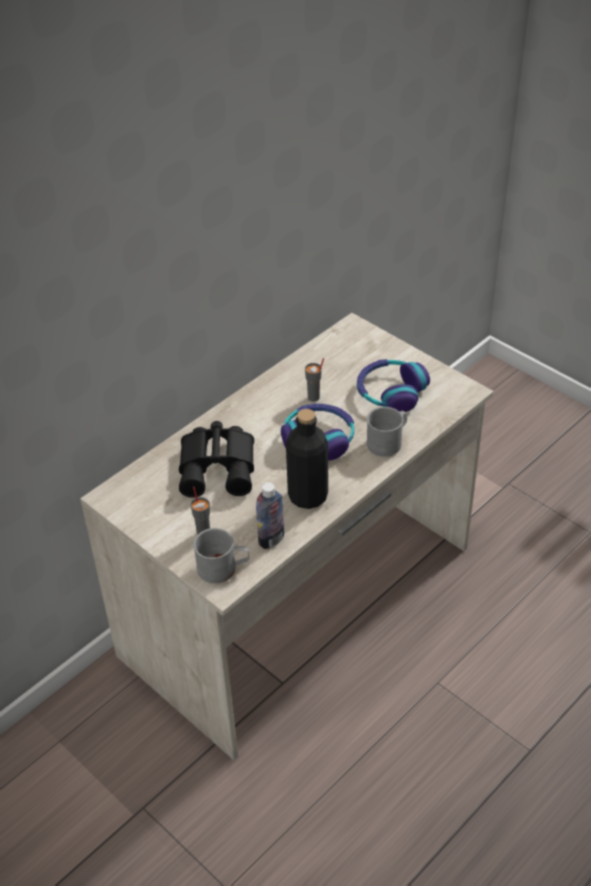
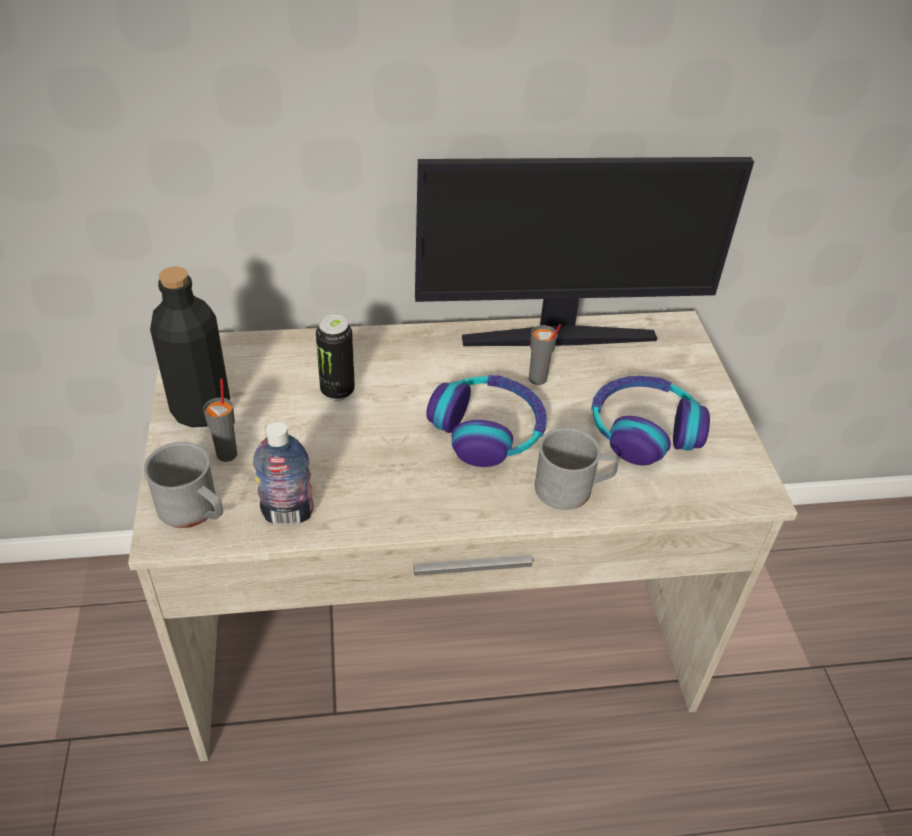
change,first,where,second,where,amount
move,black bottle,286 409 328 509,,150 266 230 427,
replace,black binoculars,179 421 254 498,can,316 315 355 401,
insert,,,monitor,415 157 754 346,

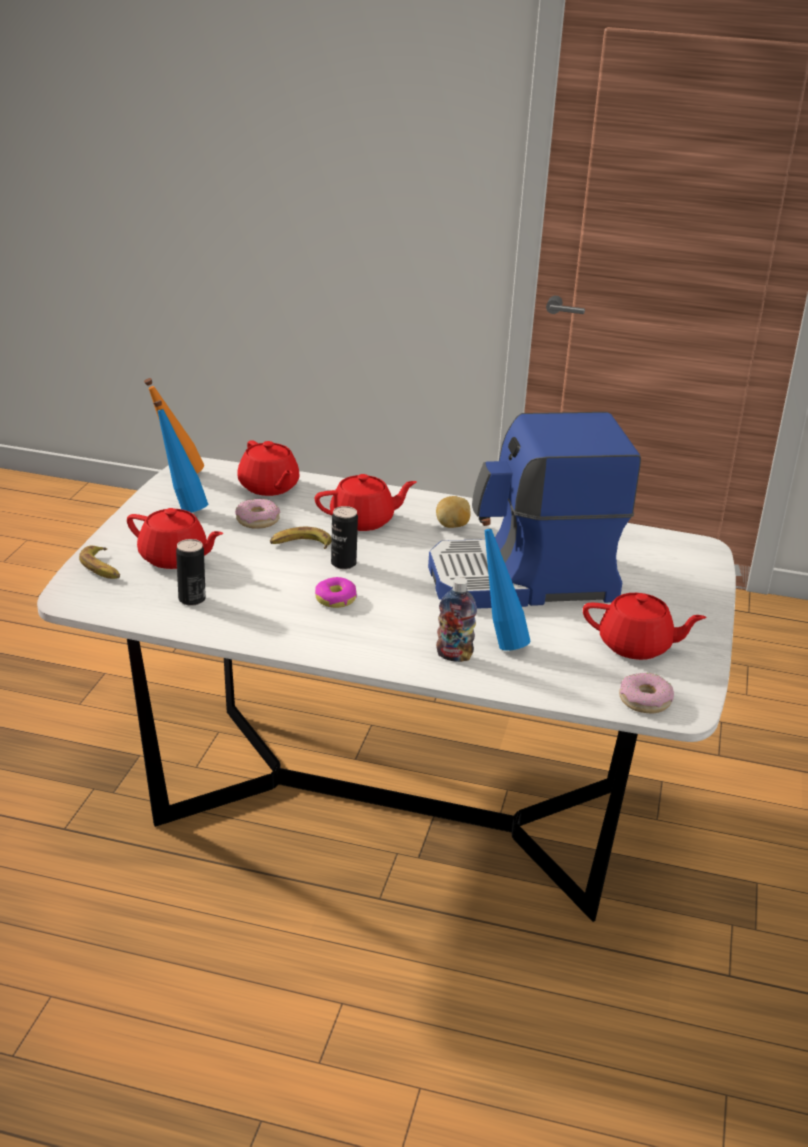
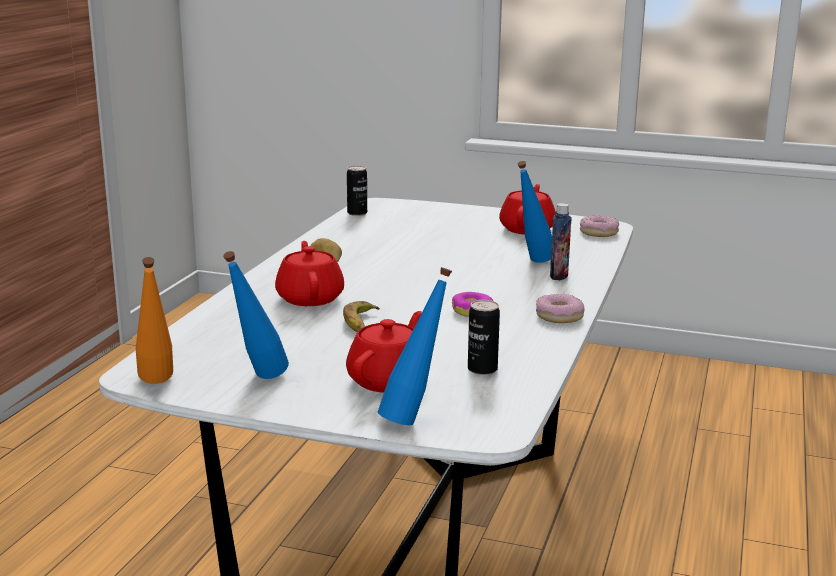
change,first,where,second,where,amount
move,can,331 506 358 569,,347 166 367 216,
replace,banana,79 546 120 579,blue bottle,378 267 452 425,
move,donut,235 499 280 529,,536 294 585 323,
delete,red teapot,237 440 300 496,,,
delete,coffee machine,428 412 641 609,,,

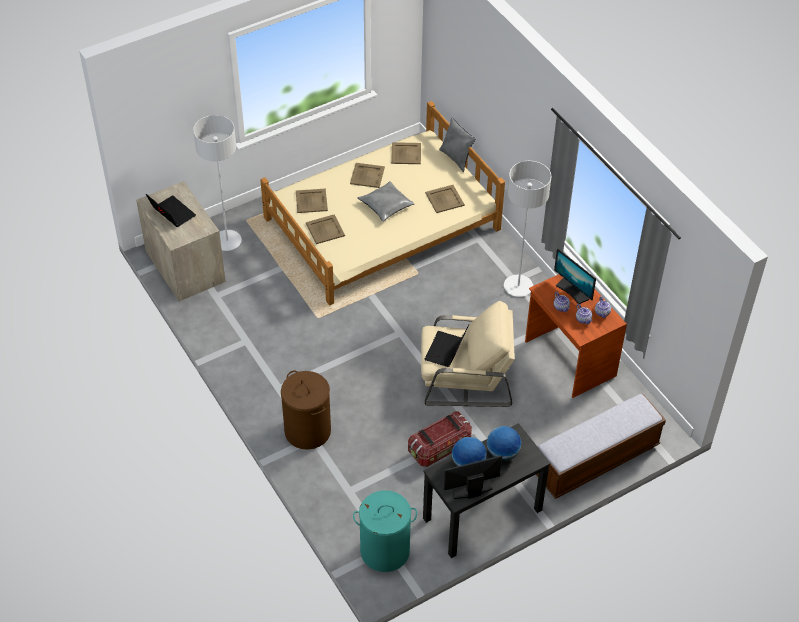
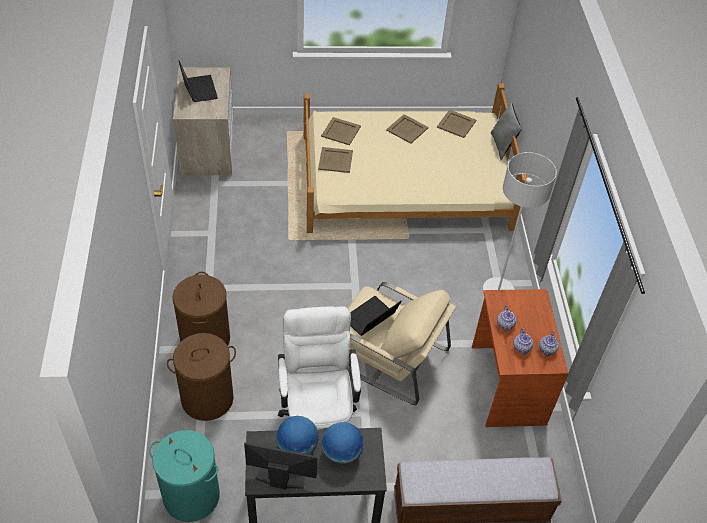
change,first,where,second,where,amount
insert,,,brown laundry basket,167 333 236 421,
replace,storage box,408 411 472 467,white office chair,278 306 361 429,
delete,grey floor lamp,193 115 242 251,,,
delete,grey pillow,358 181 415 222,,,
delete,beige tray,425 185 465 213,,,
delete,monitor,554 248 596 304,,,

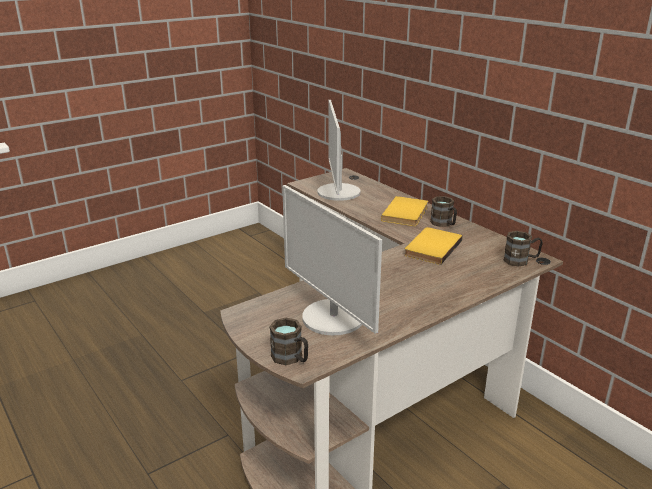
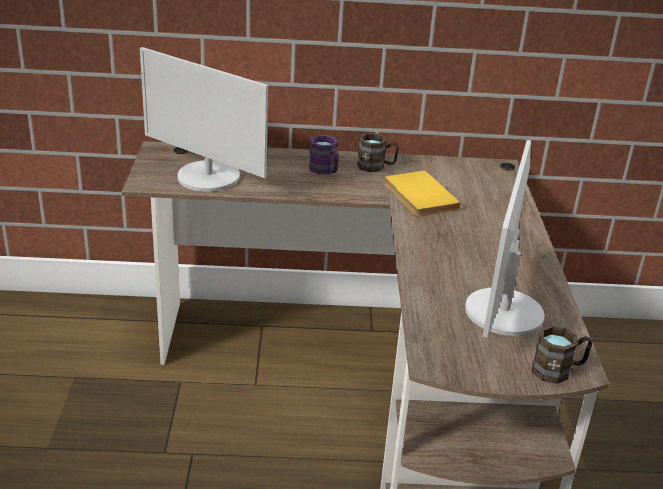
change,first,where,second,where,amount
replace,yellow book,381 196 428 226,purple mug,309 135 339 174,
rotate,monitor,282 185 382 335,,465 140 544 338,105 degrees clockwise
delete,brown mug,503 231 543 267,,,

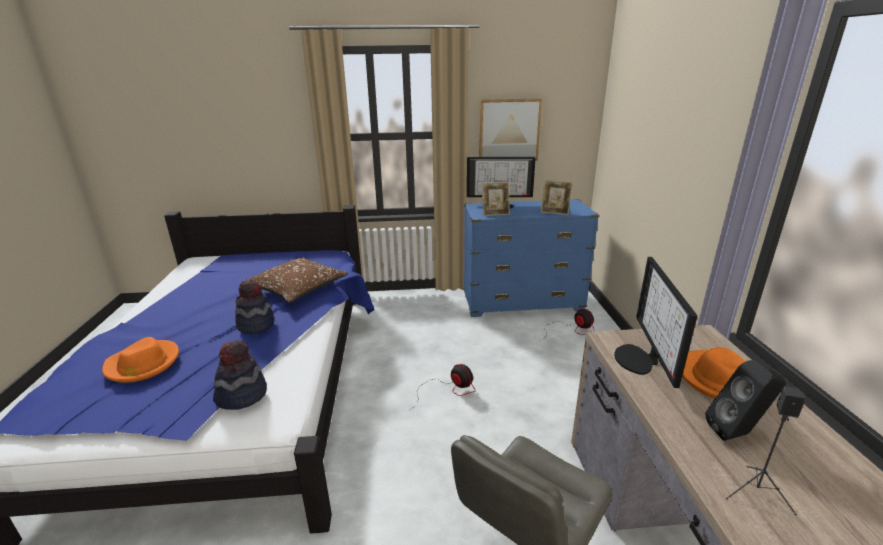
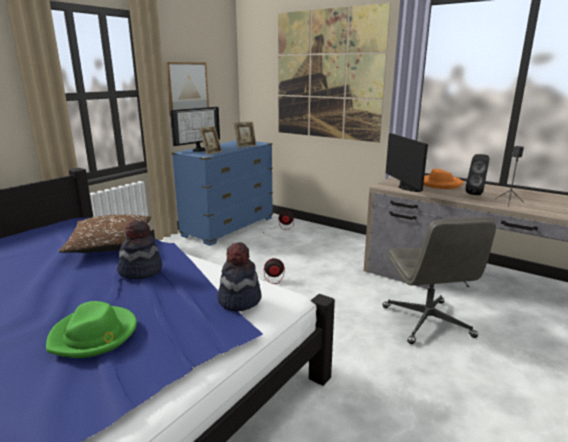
change,first,where,second,where,amount
recolor,orange hat,102 337 179 383,green hat,46 301 137 358,
insert,,,picture,278 3 391 143,
rotate,monitor,614 257 697 388,,386 133 428 192,150 degrees counterclockwise

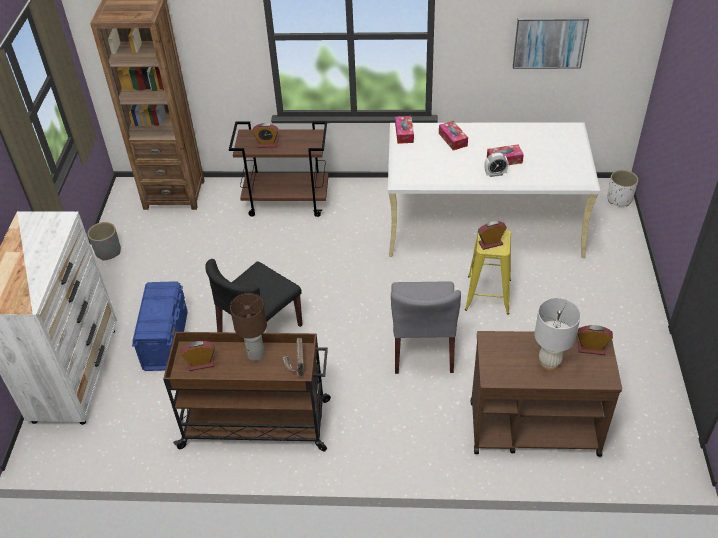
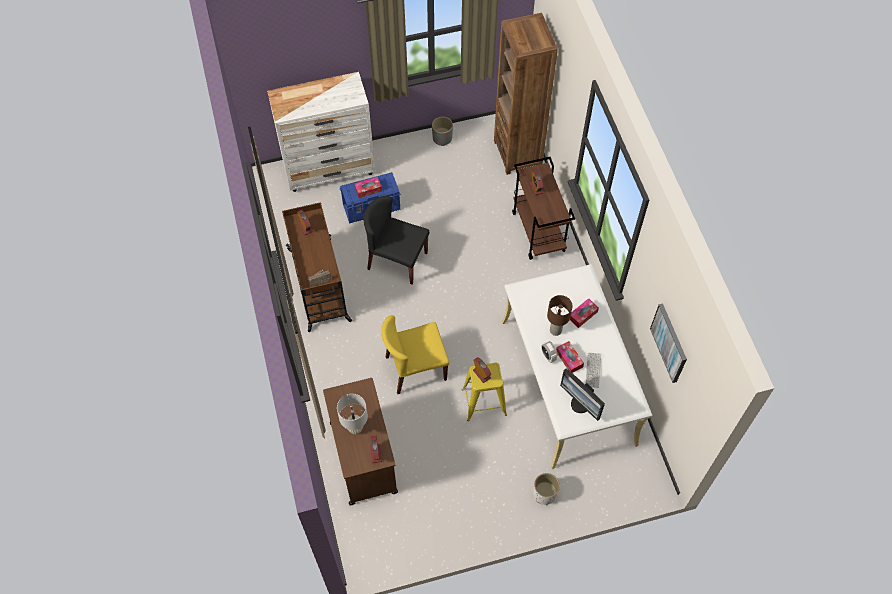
change,first,where,second,where,amount
move,tissue box,395 116 414 144,,354 177 382 198,
recolor,grey chair,391 282 461 374,yellow chair,381 315 449 394,
move,white planter,607 170 638 207,,533 473 560 505,
move,brown table lamp,230 293 267 361,,547 295 572 336,
insert,,,monitor,560 369 605 421,
insert,,,keyboard,586 353 601 388,

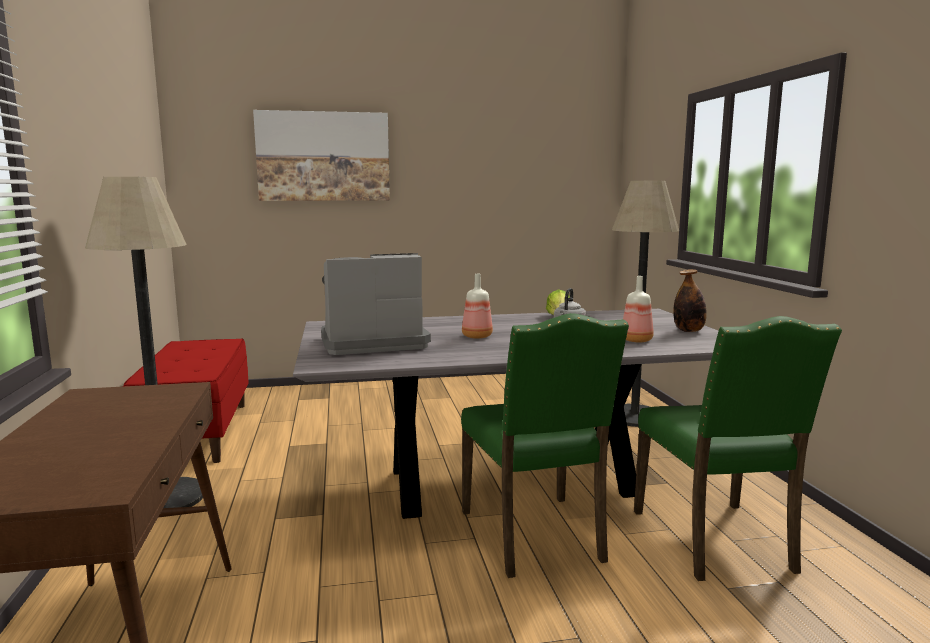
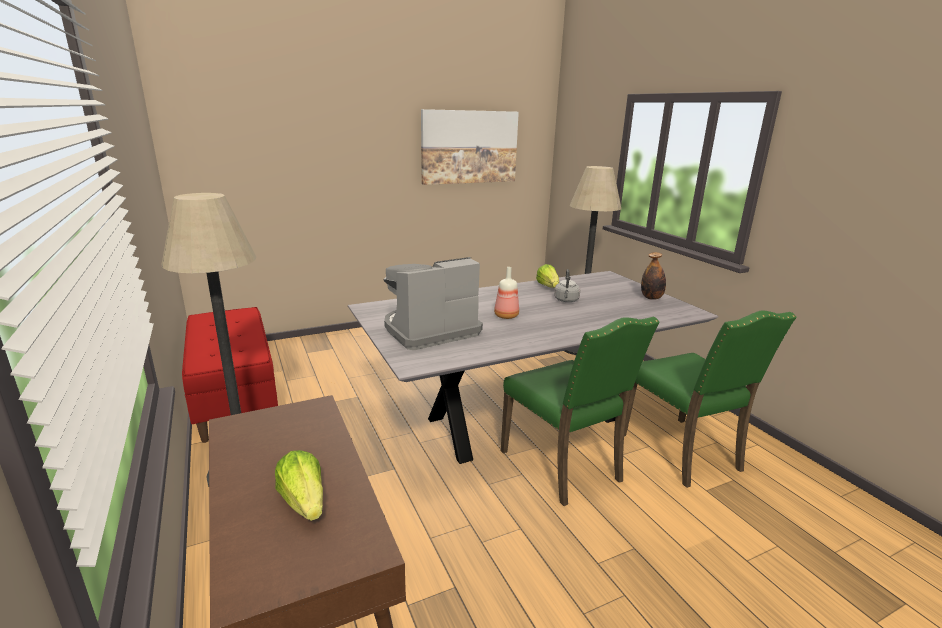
change,first,where,second,where,amount
insert,,,lettuce,275 450 323 521,
move,picture,253 110 390 201,,421 109 519 185,
delete,bottle,623 276 654 342,,,

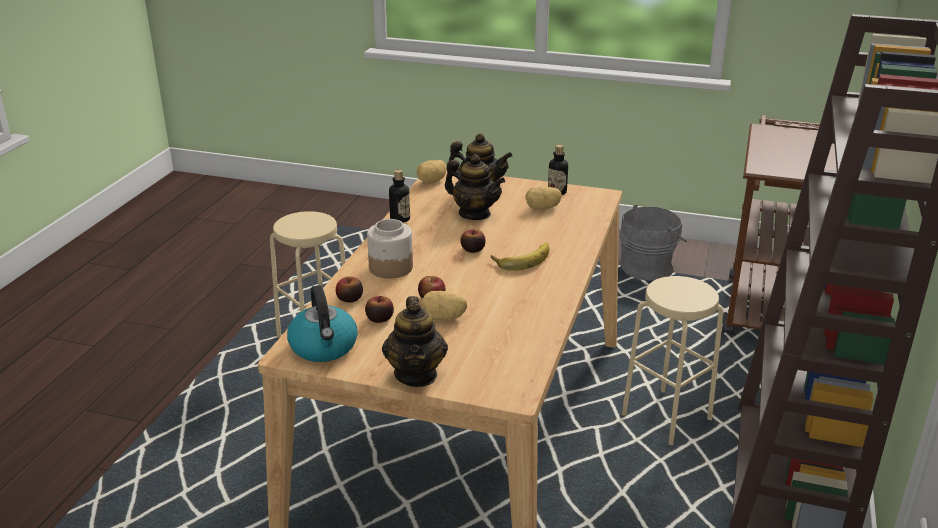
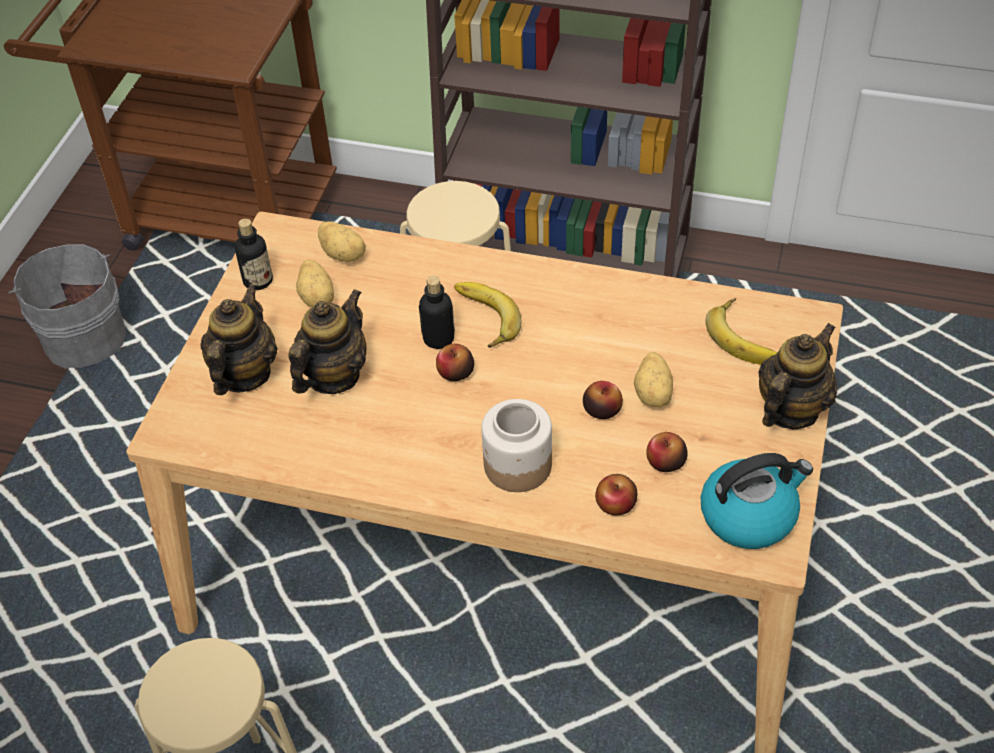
change,first,where,second,where,amount
move,potato,417 160 447 184,,318 221 366 262,
move,bottle,389 170 410 223,,419 276 455 349,
insert,,,banana,705 298 777 365,
rotate,teapot,382 296 448 387,,758 323 837 430,45 degrees counterclockwise

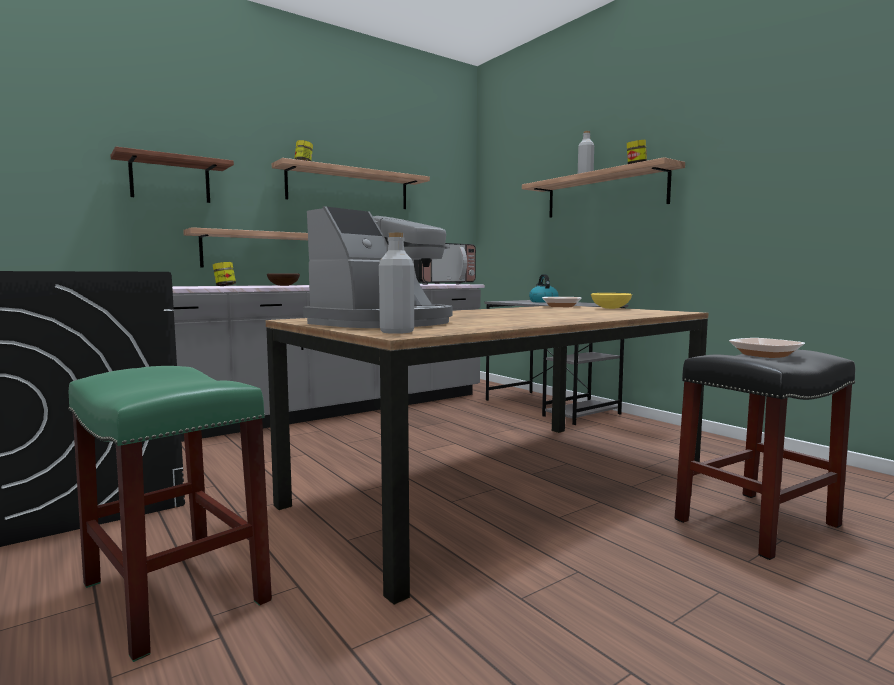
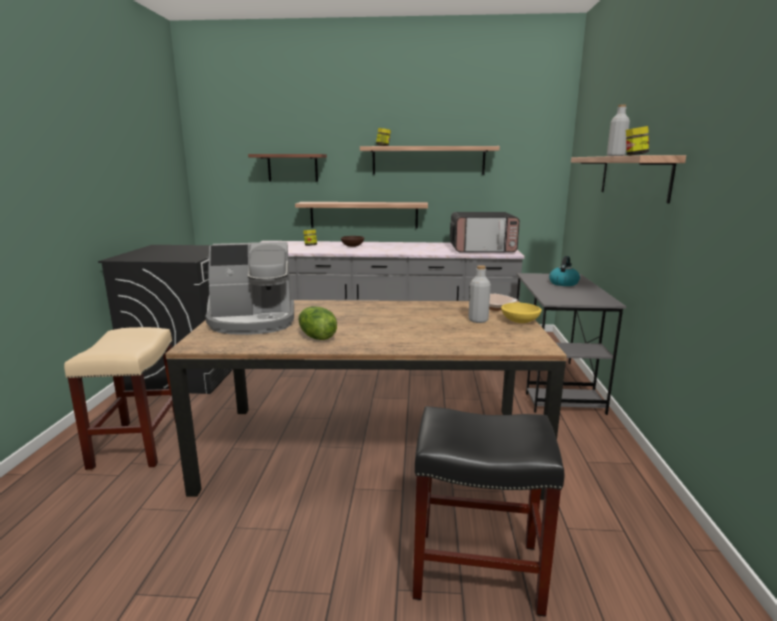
change,first,where,second,where,amount
recolor,green stool,68 366 272 662,beige stool,64 327 176 471,
insert,,,lettuce,298 306 337 340,
move,grey bottle,379 232 414 334,,468 265 491 323,
delete,bowl,729 338 805 358,,,

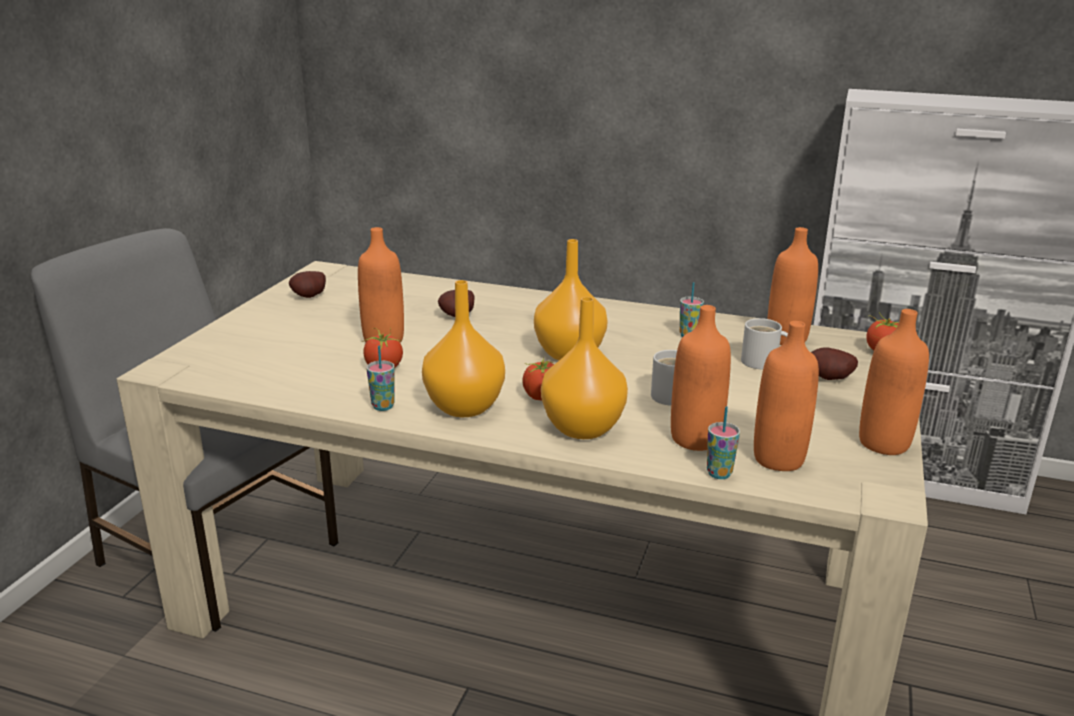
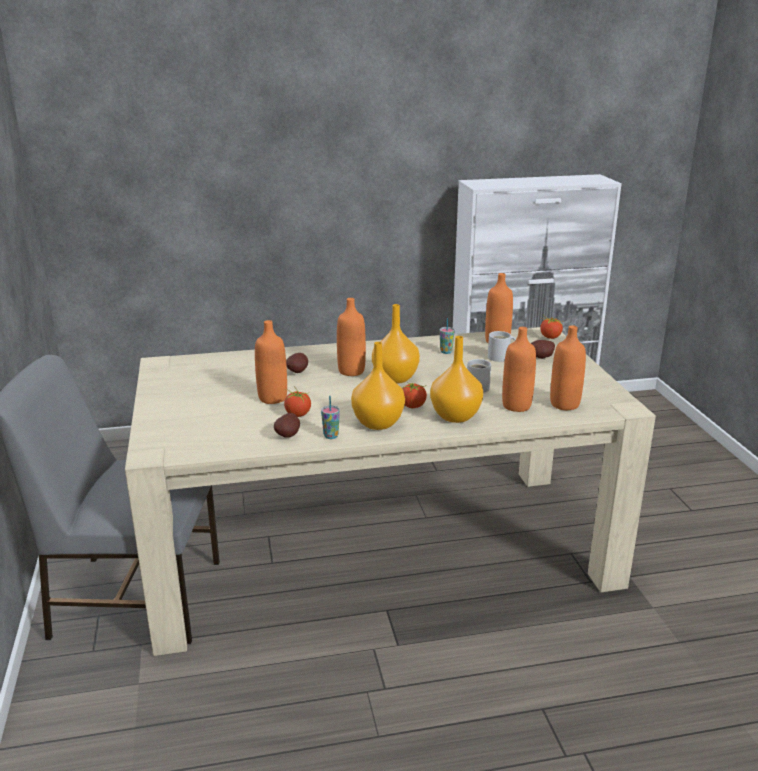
change,first,where,second,where,amount
move,potato,289 271 326 298,,274 413 300 438,
move,orange bottle,859 309 929 455,,337 298 366 376,
delete,cup,707 406 740 479,,,

